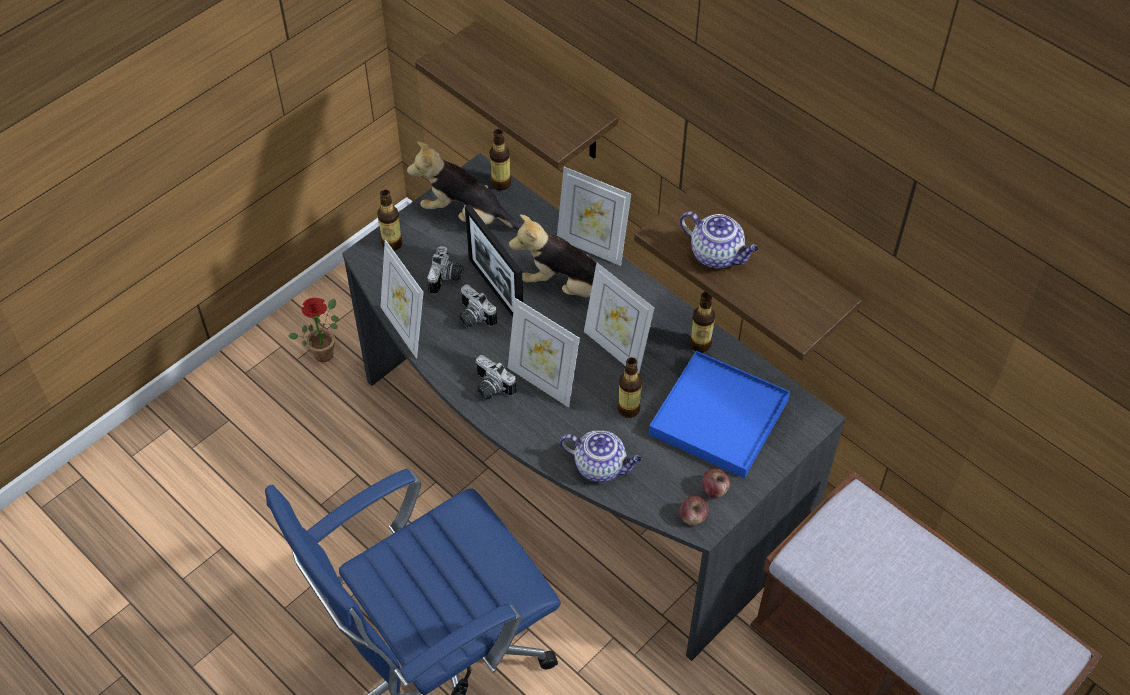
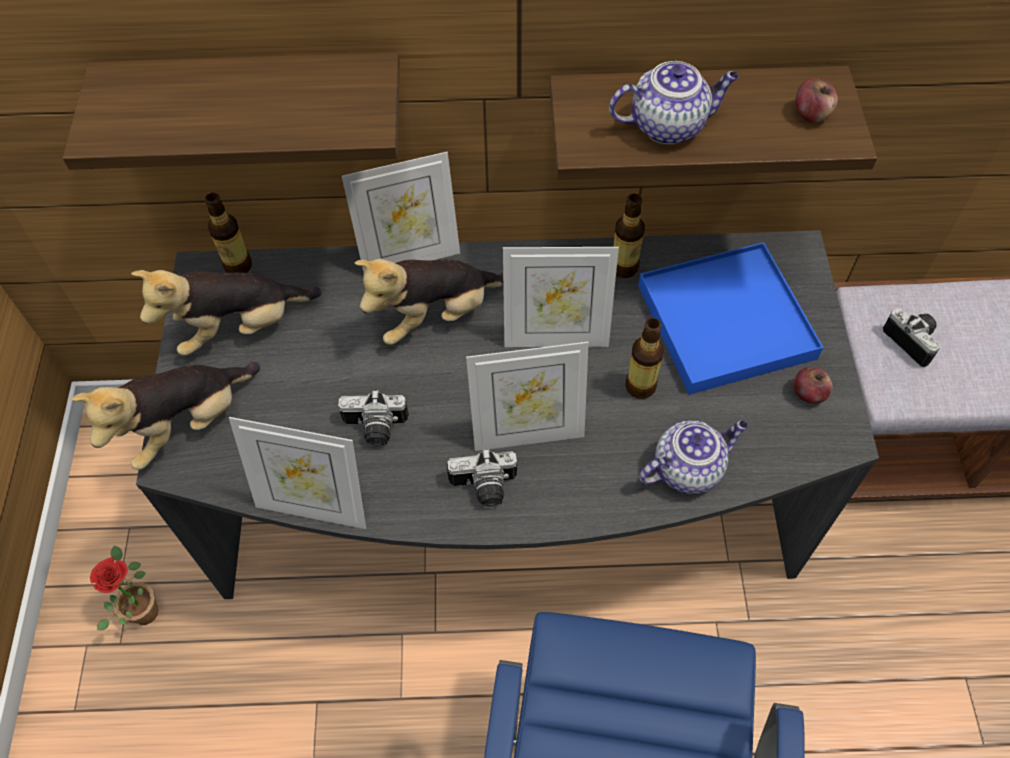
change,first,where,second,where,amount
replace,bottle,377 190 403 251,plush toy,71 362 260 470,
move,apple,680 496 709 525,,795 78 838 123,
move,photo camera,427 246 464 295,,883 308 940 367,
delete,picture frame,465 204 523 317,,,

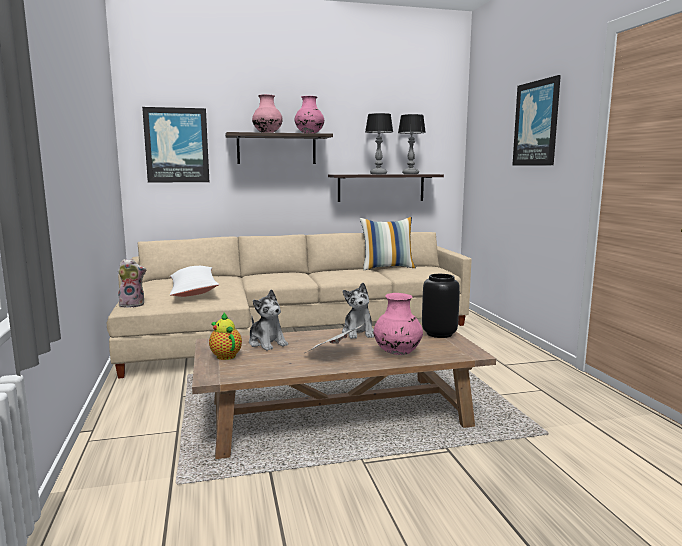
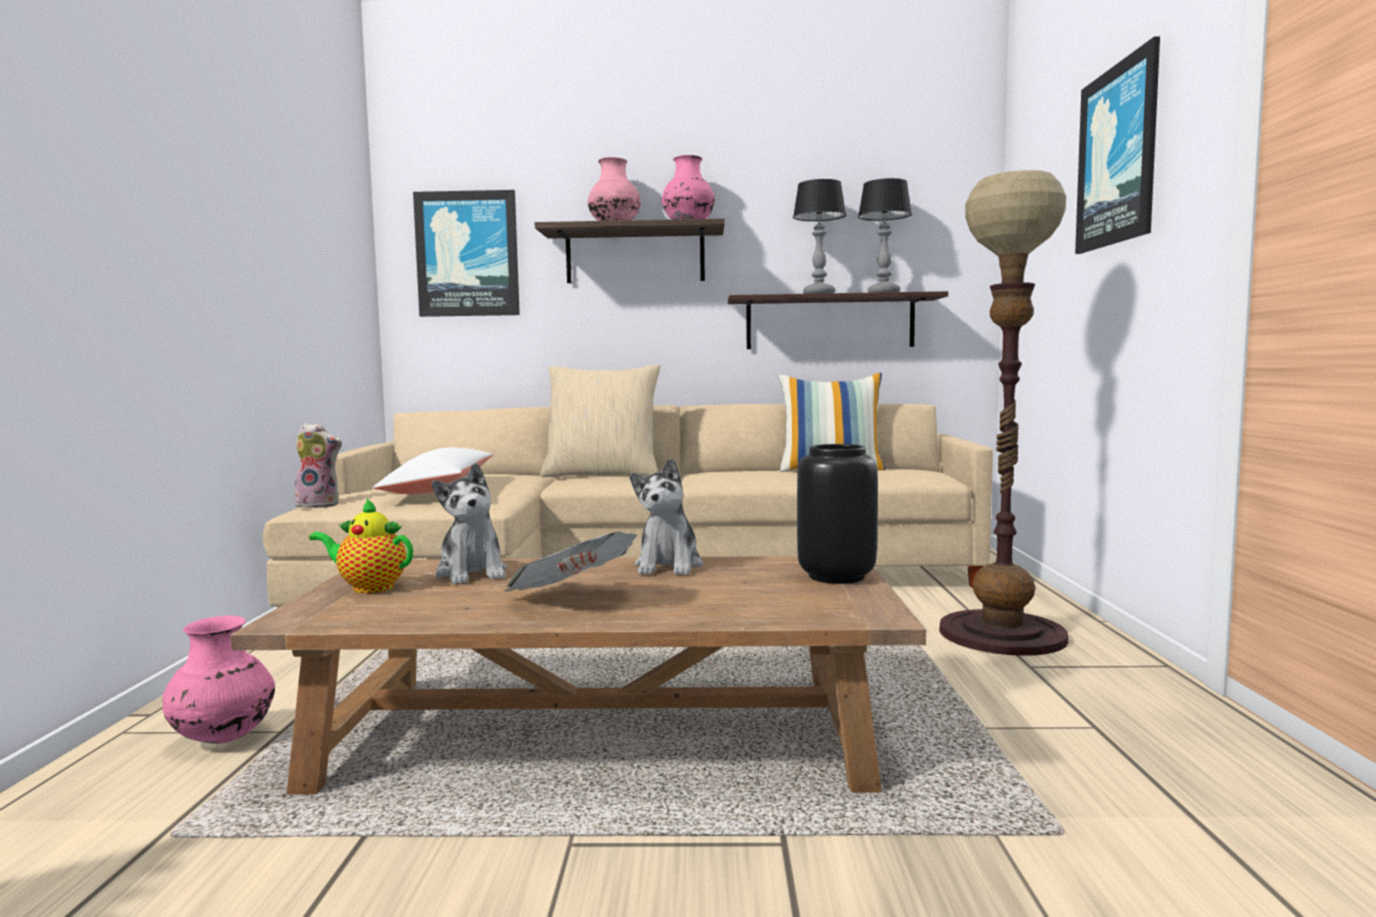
change,first,where,second,where,amount
move,pink vase,374 293 423 355,,162 616 275 744,
rotate,teapot,209 312 242 360,,309 498 413 593,60 degrees counterclockwise
insert,,,beige pillow,540 365 660 477,
insert,,,floor lamp,939 170 1068 656,

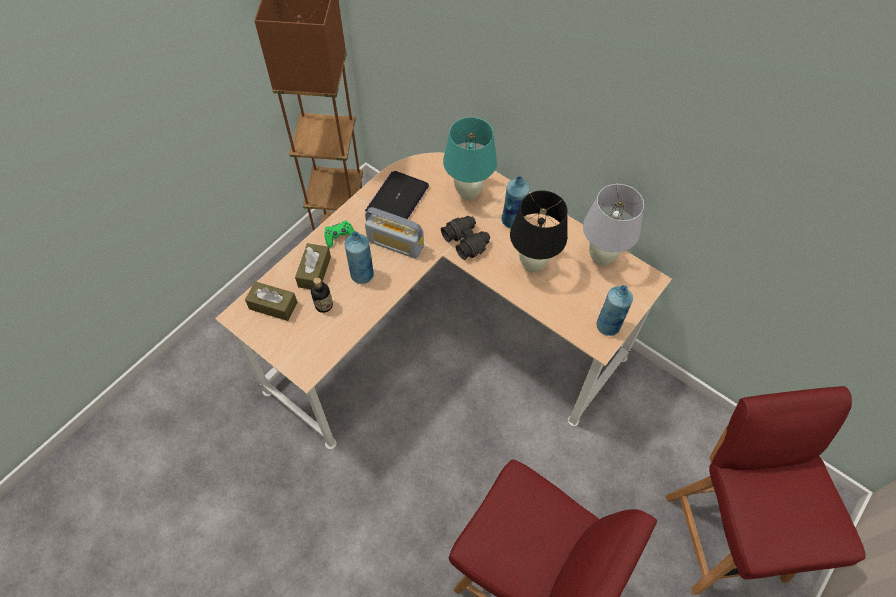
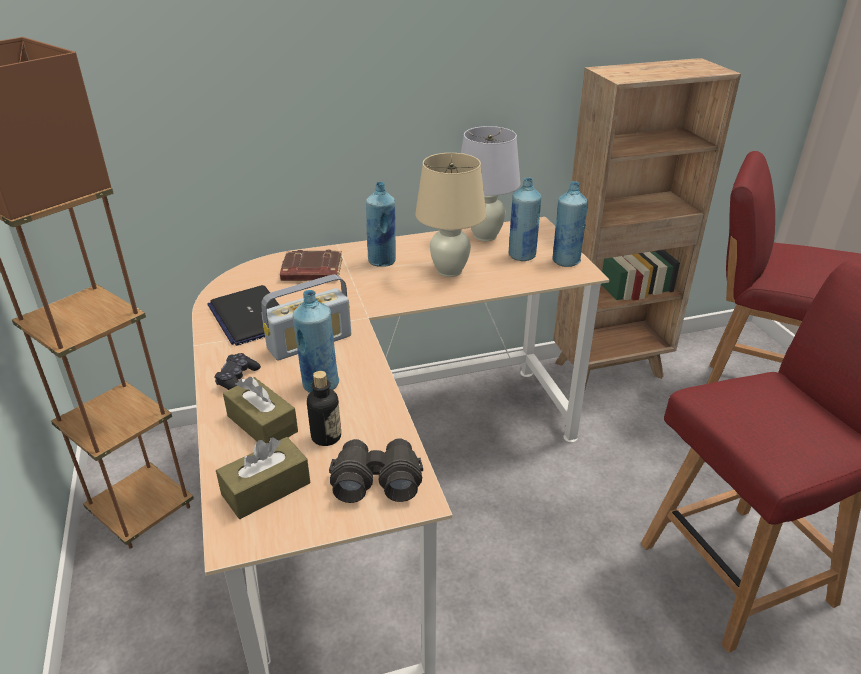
change,first,where,second,where,amount
recolor,green game controller,324 220 354 247,black game controller,215 353 261 390,
replace,turquoise table lamp,443 117 497 200,brown book,280 250 343 281,
move,black binoculars,441 216 490 260,,329 438 423 503,
recolor,black table lamp,510 191 568 273,beige table lamp,415 153 486 277,
insert,,,blue bottle,508 178 541 261,
insert,,,brown bookcase,553 58 741 392,

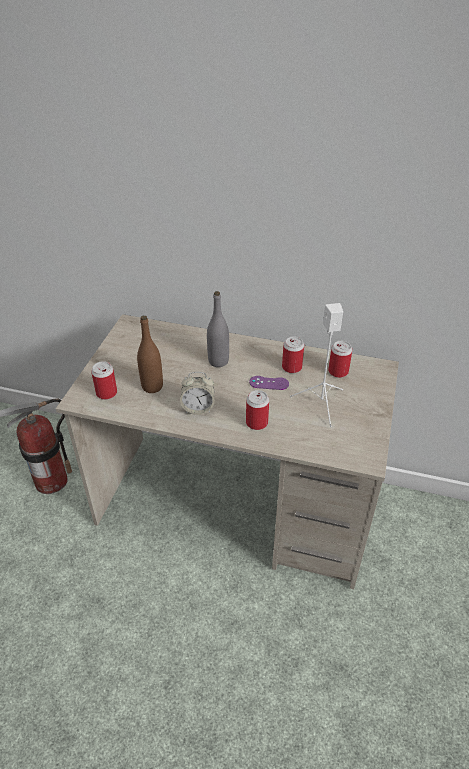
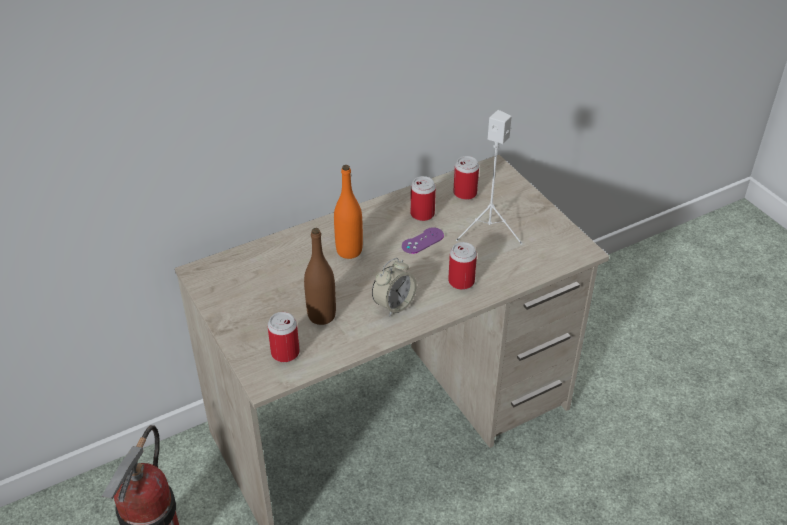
change,first,where,second,where,amount
recolor,grey bottle,207 291 229 367,orange bottle,334 165 363 259,

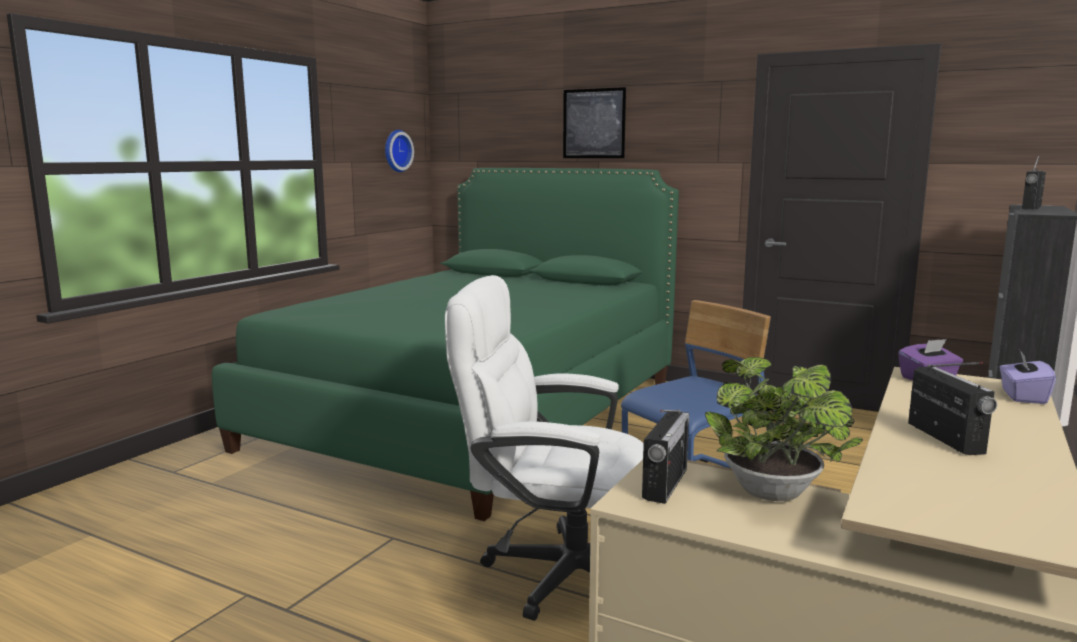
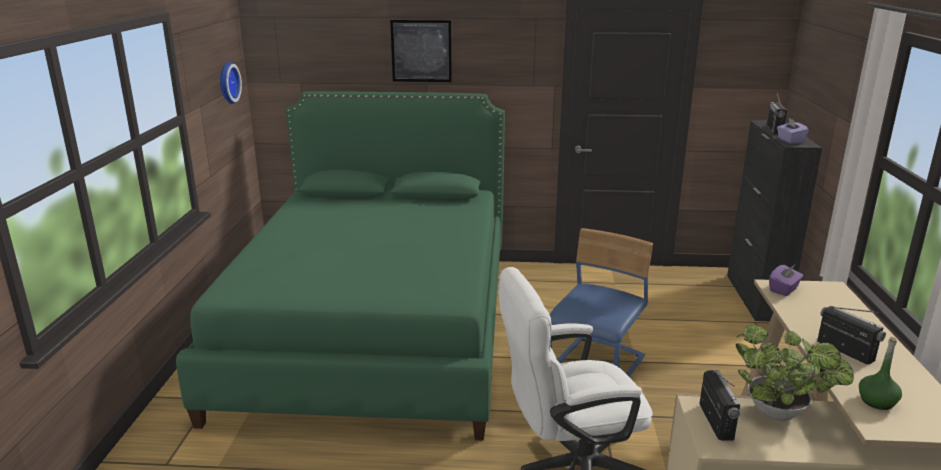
change,first,where,second,where,amount
move,purple tissue box,999 351 1056 404,,777 117 809 144,
insert,,,green bottle,859 337 902 410,

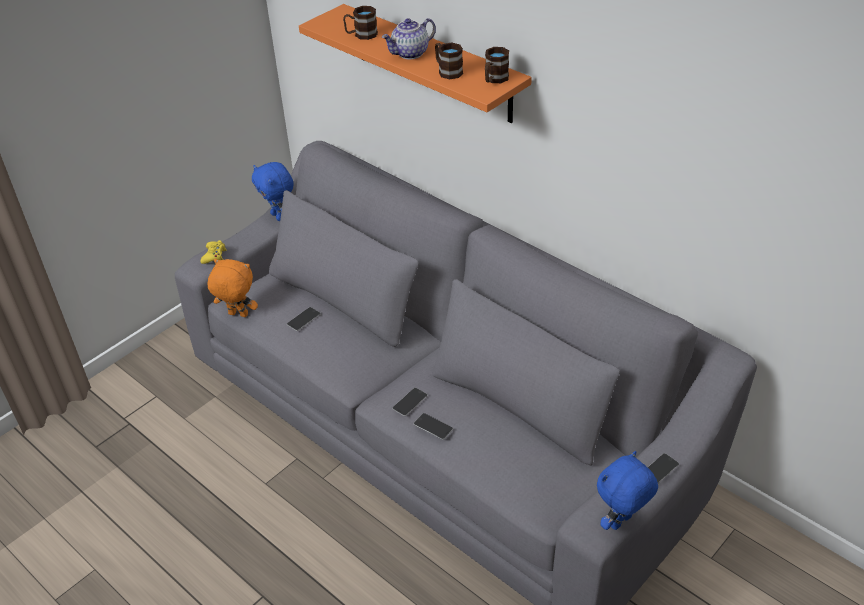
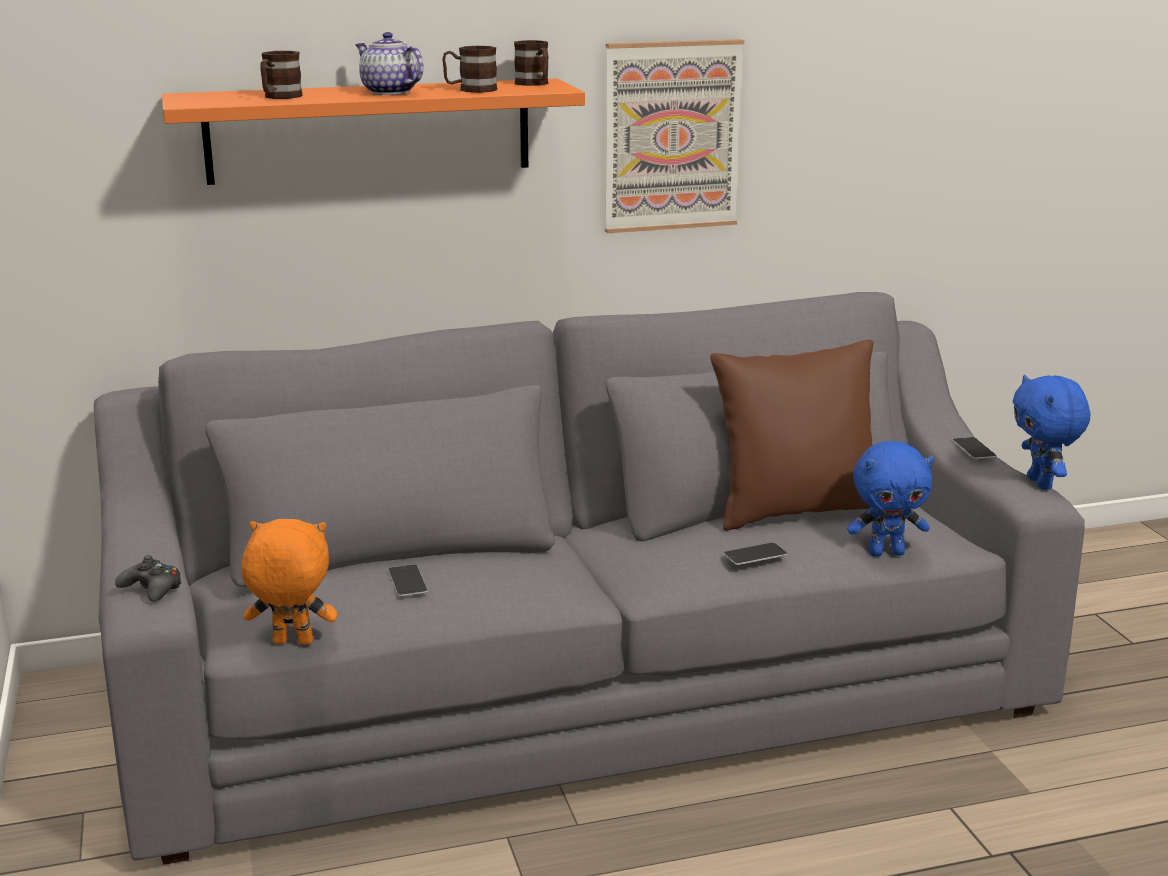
change,first,where,second,where,amount
recolor,yellow game controller,200 240 227 264,black game controller,115 555 182 602,
rotate,orange plush toy,207 259 258 317,,241 519 338 645,45 degrees clockwise
rotate,teapot,382 18 436 59,,355 32 423 95,135 degrees clockwise
insert,,,picture,605 39 744 233,
insert,,,brown pillow,710 339 873 531,
move,blue plush toy,252 162 294 221,,847 441 934 556,
delete,phone,392 387 428 416,,,

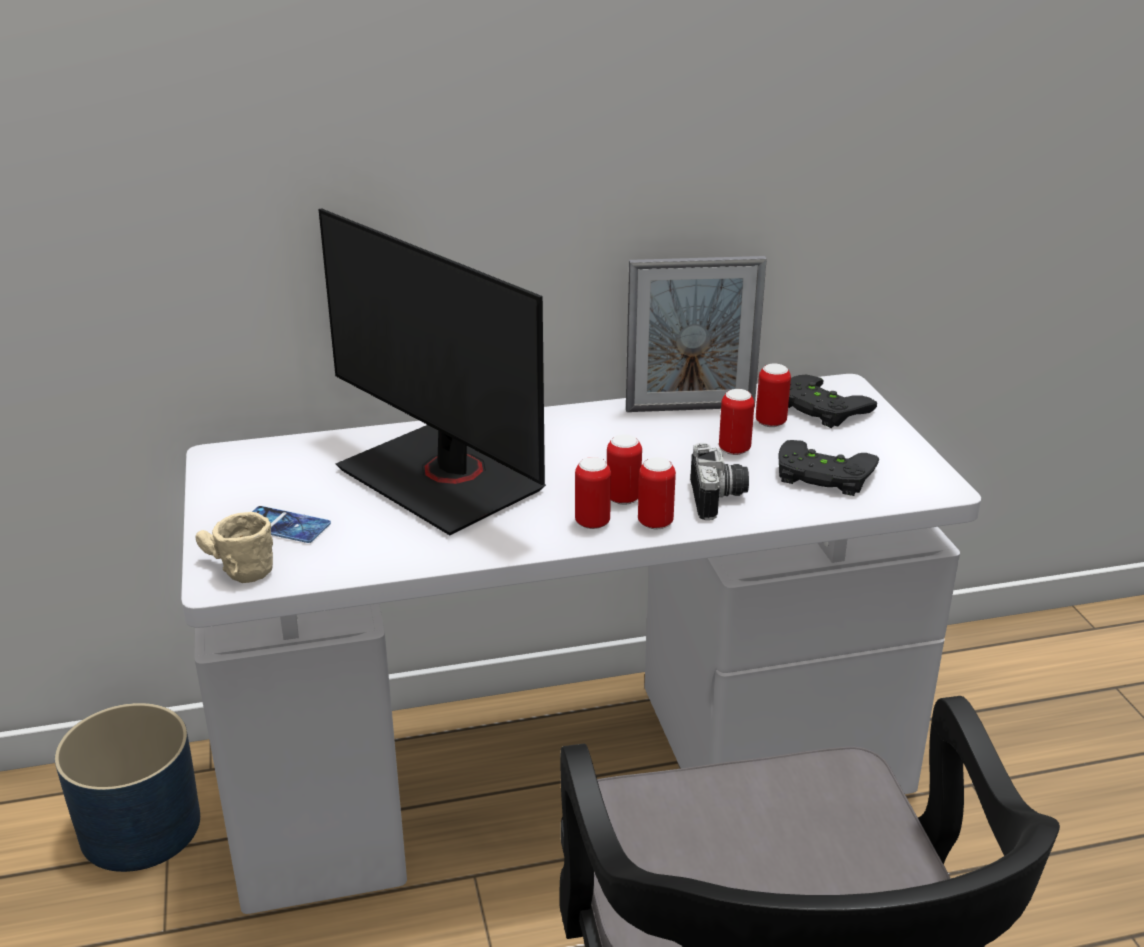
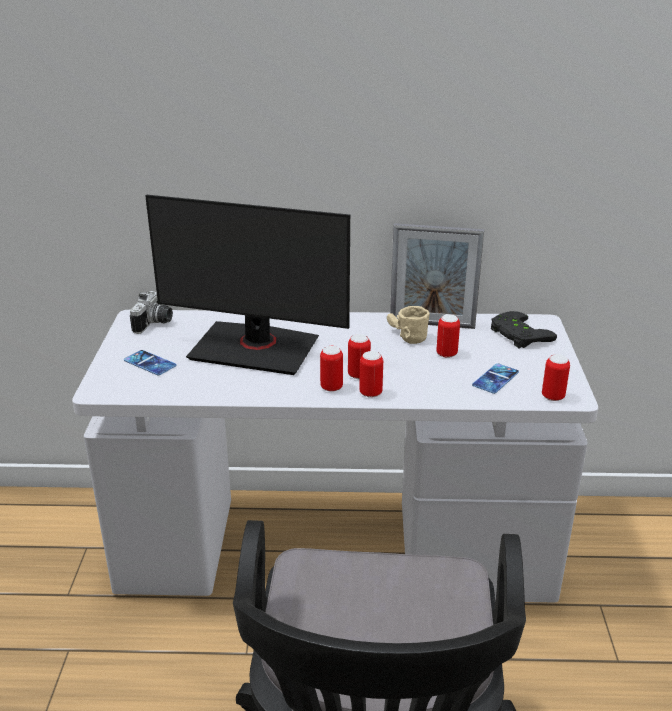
change,first,where,second,where,amount
move,photo camera,690 443 749 520,,130 291 173 334,
rotate,monitor,318 208 546 535,,145 194 350 375,45 degrees counterclockwise
move,beige mug,195 512 273 583,,387 306 430 344,
replace,black game controller,778 440 879 496,phone,472 363 519 394,
move,can,756 364 791 427,,542 354 570 401,
delete,blue planter,55 703 200 872,,,

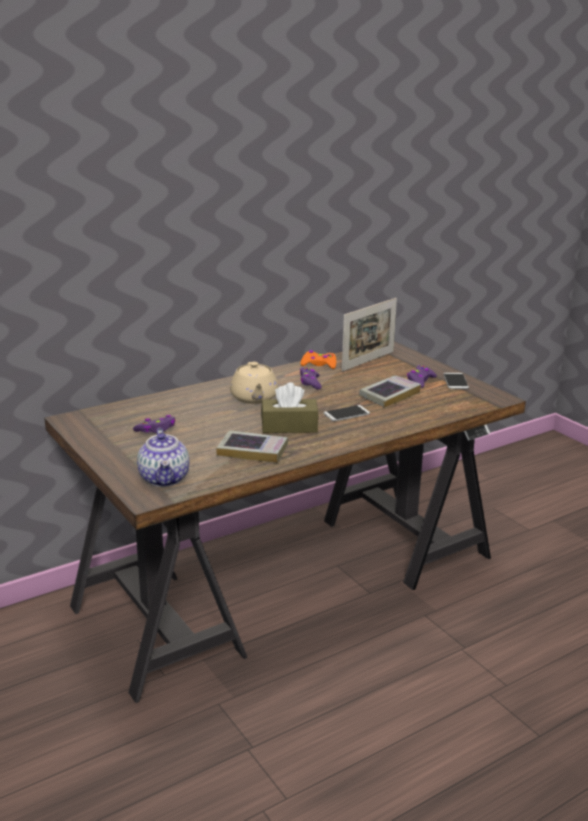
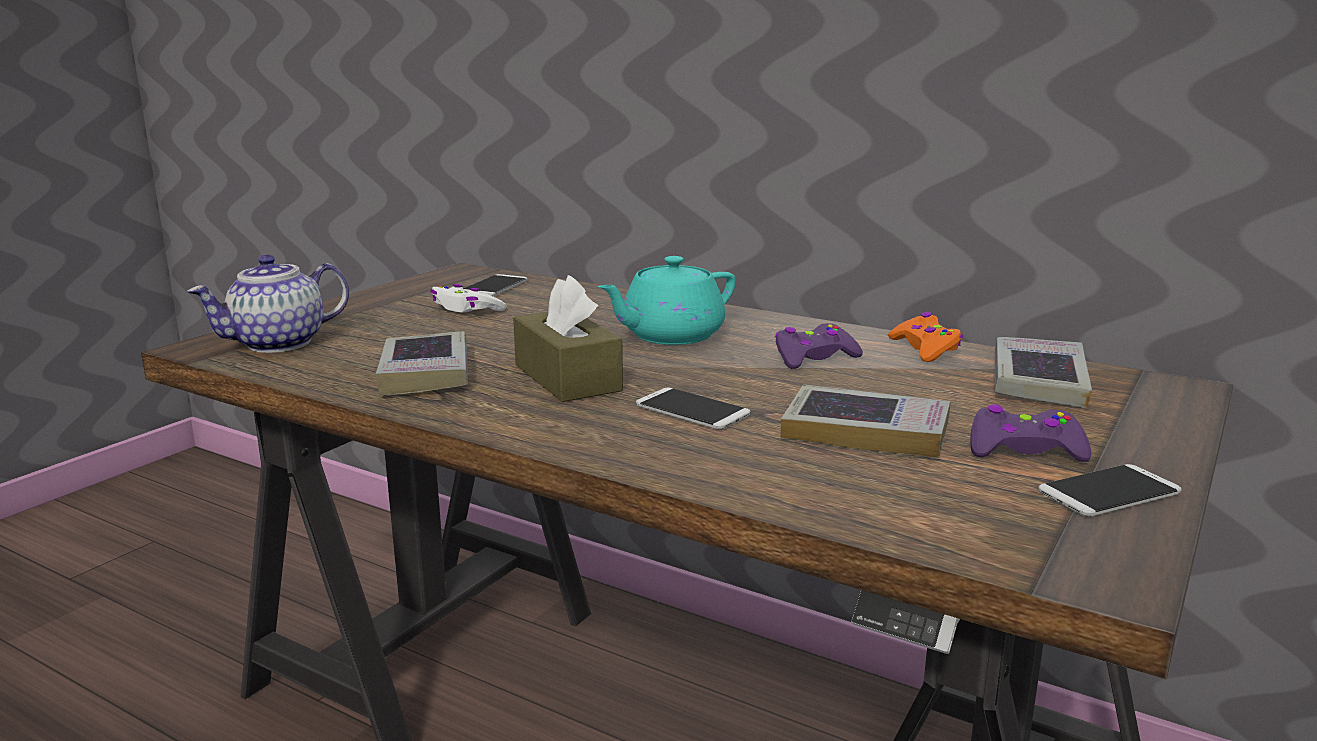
change,first,where,second,where,amount
recolor,purple game controller,133 415 176 433,white game controller,430 284 507 312,
insert,,,phone,463 274 527 296,
recolor,beige teapot,230 362 278 404,turquoise teapot,598 256 736 345,
replace,picture frame,342 298 397 371,book,994 337 1092 408,

